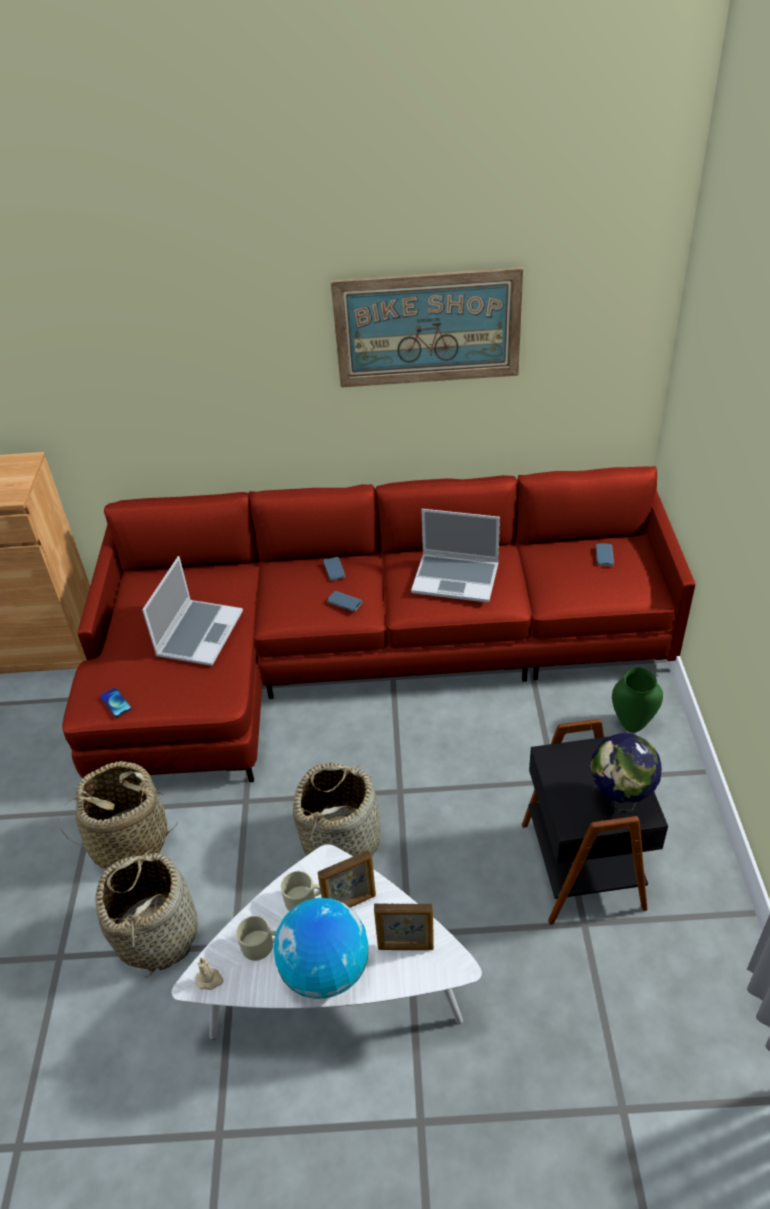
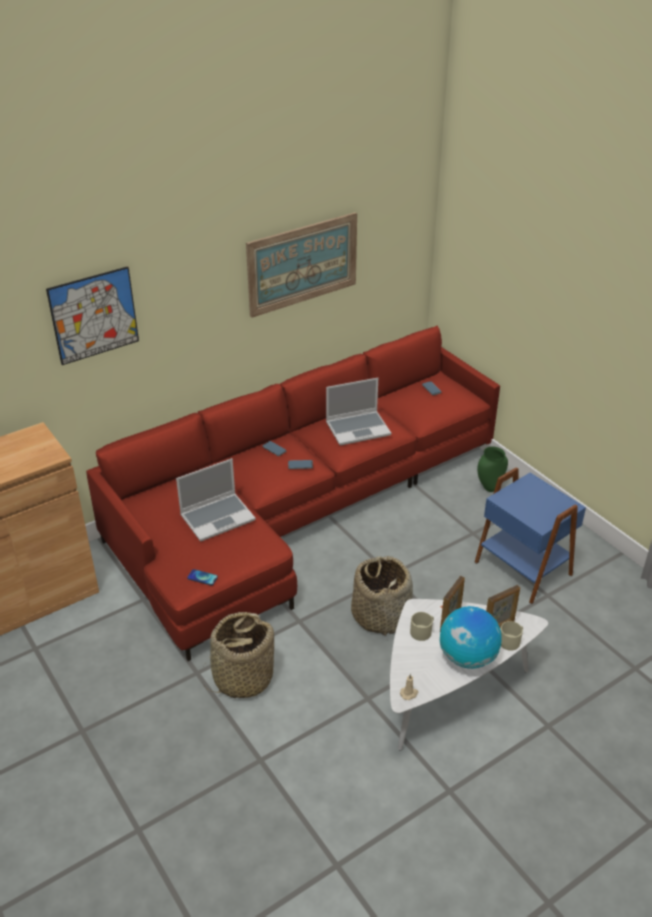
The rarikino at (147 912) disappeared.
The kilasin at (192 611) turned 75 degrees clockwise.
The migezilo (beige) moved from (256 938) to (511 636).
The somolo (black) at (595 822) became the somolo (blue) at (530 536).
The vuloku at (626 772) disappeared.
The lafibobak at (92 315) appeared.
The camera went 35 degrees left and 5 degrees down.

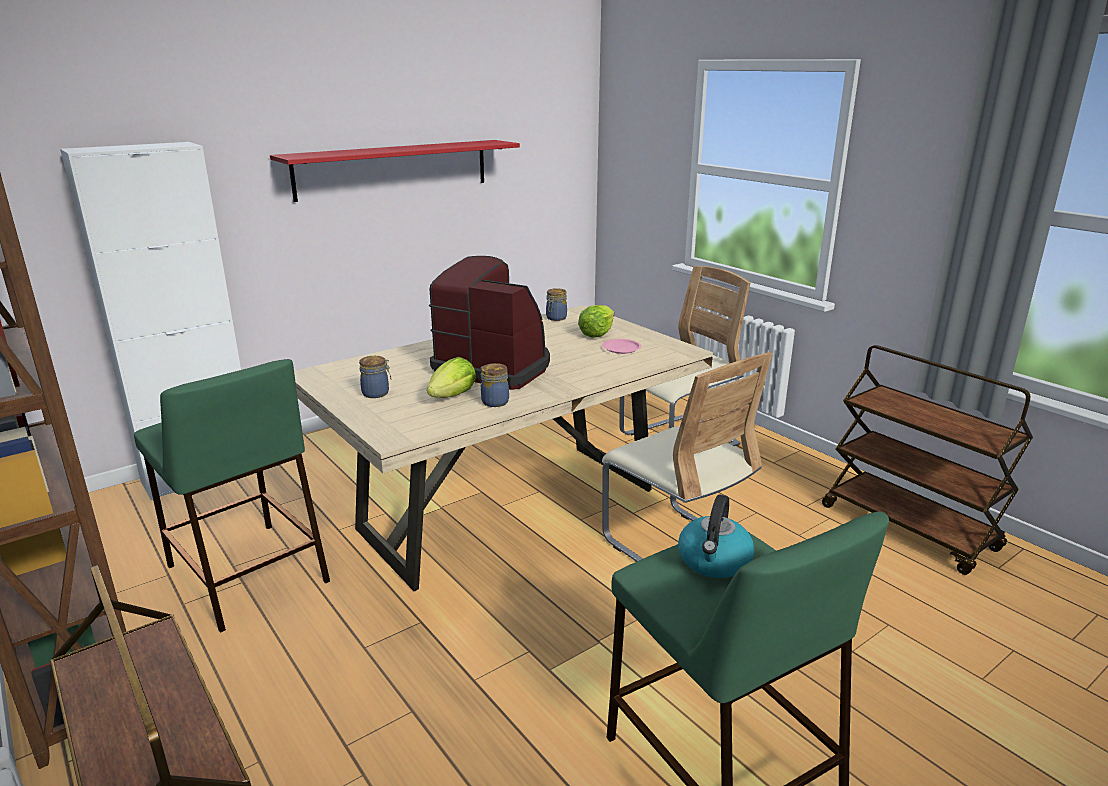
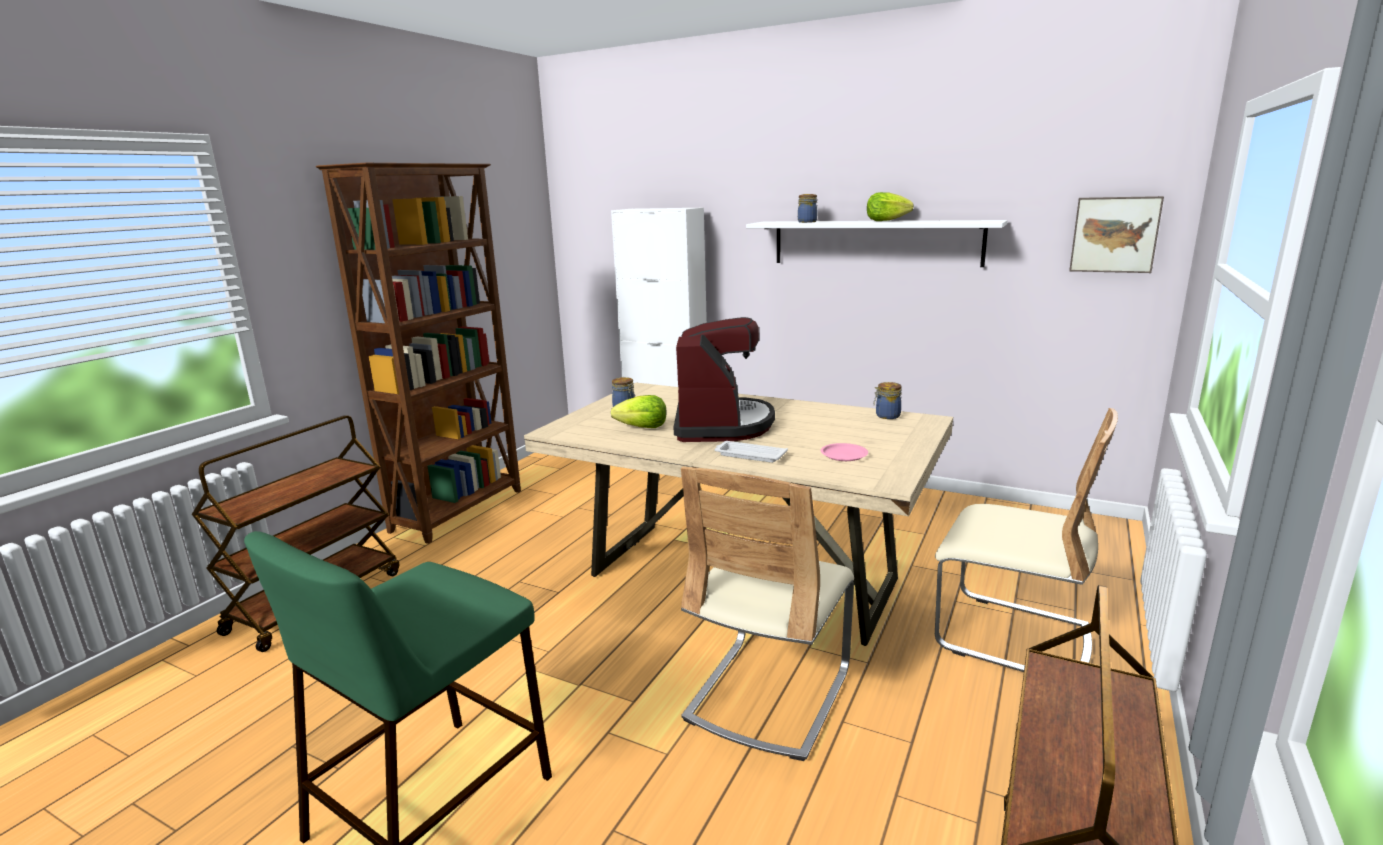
The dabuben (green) at (232 495) disappeared.
The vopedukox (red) at (395 171) became the vopedukox (white) at (877 243).
The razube moved from (494 385) to (807 208).
The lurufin moved from (596 321) to (890 206).
The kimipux at (716 536) disappeared.
The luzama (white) at (751 452) appeared.
The lafibobak at (1116 234) appeared.
The camera went 65 degrees right and 5 degrees down.

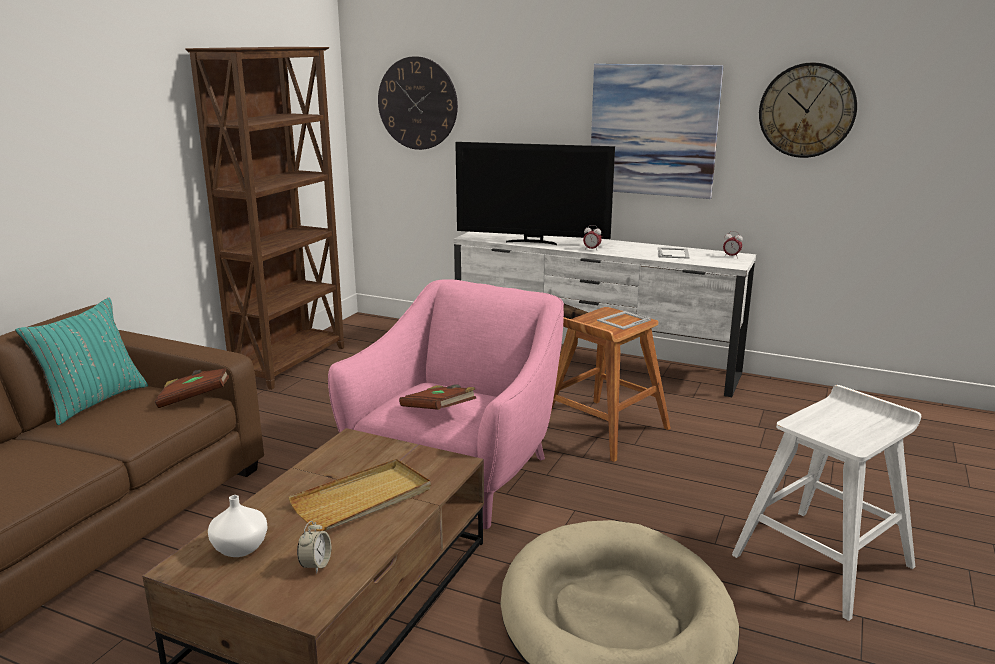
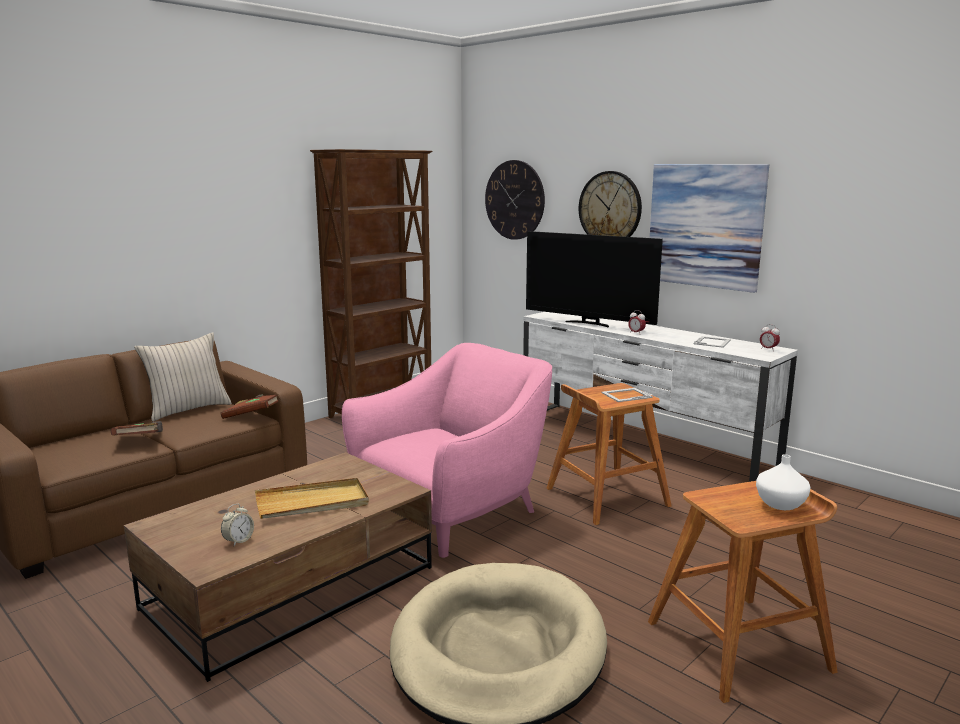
The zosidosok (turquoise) at (81 361) became the zosidosok (beige) at (183 377).
The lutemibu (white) moved from (238 526) to (783 482).
The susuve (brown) moved from (437 397) to (137 428).
The dabuben (white) at (826 503) became the dabuben (brown) at (743 592).
The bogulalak moved from (808 110) to (610 204).
The camera went 20 degrees right and 5 degrees down.

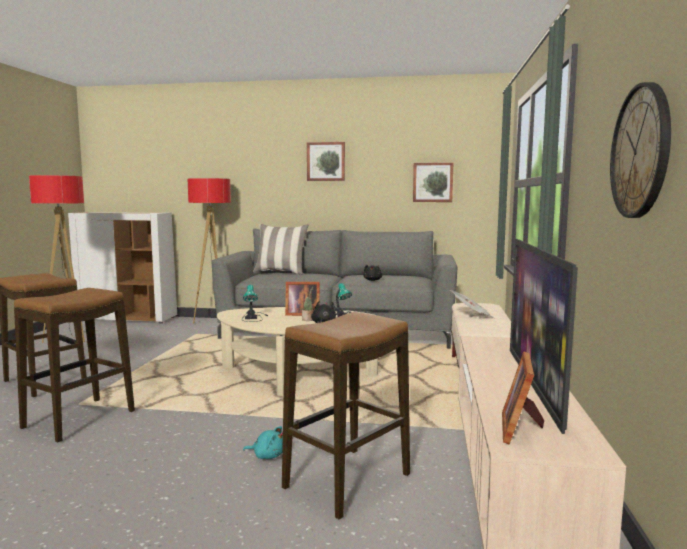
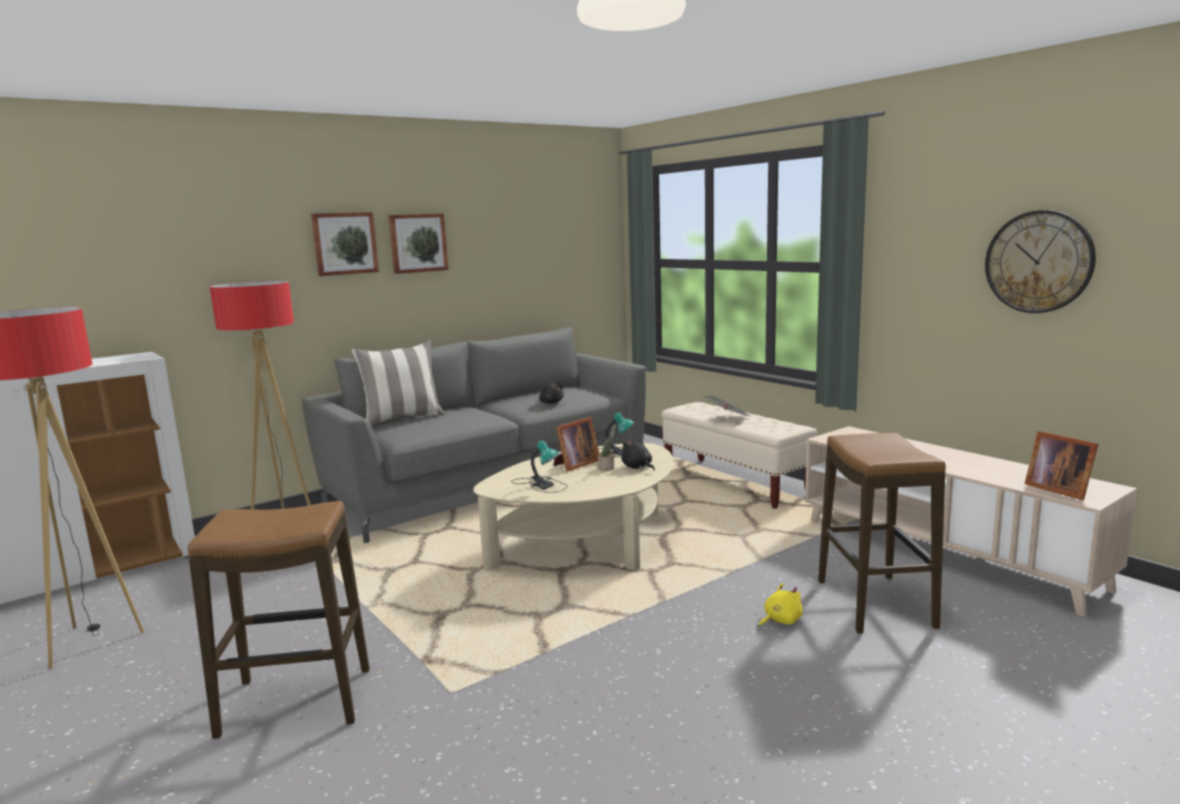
The dabuben at (74 365) disappeared.
The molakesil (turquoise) at (263 442) became the molakesil (yellow) at (780 605).
The lafibobak moved from (433 182) to (345 244).
The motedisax at (544 336) disappeared.
The camera went 45 degrees left and 5 degrees up.

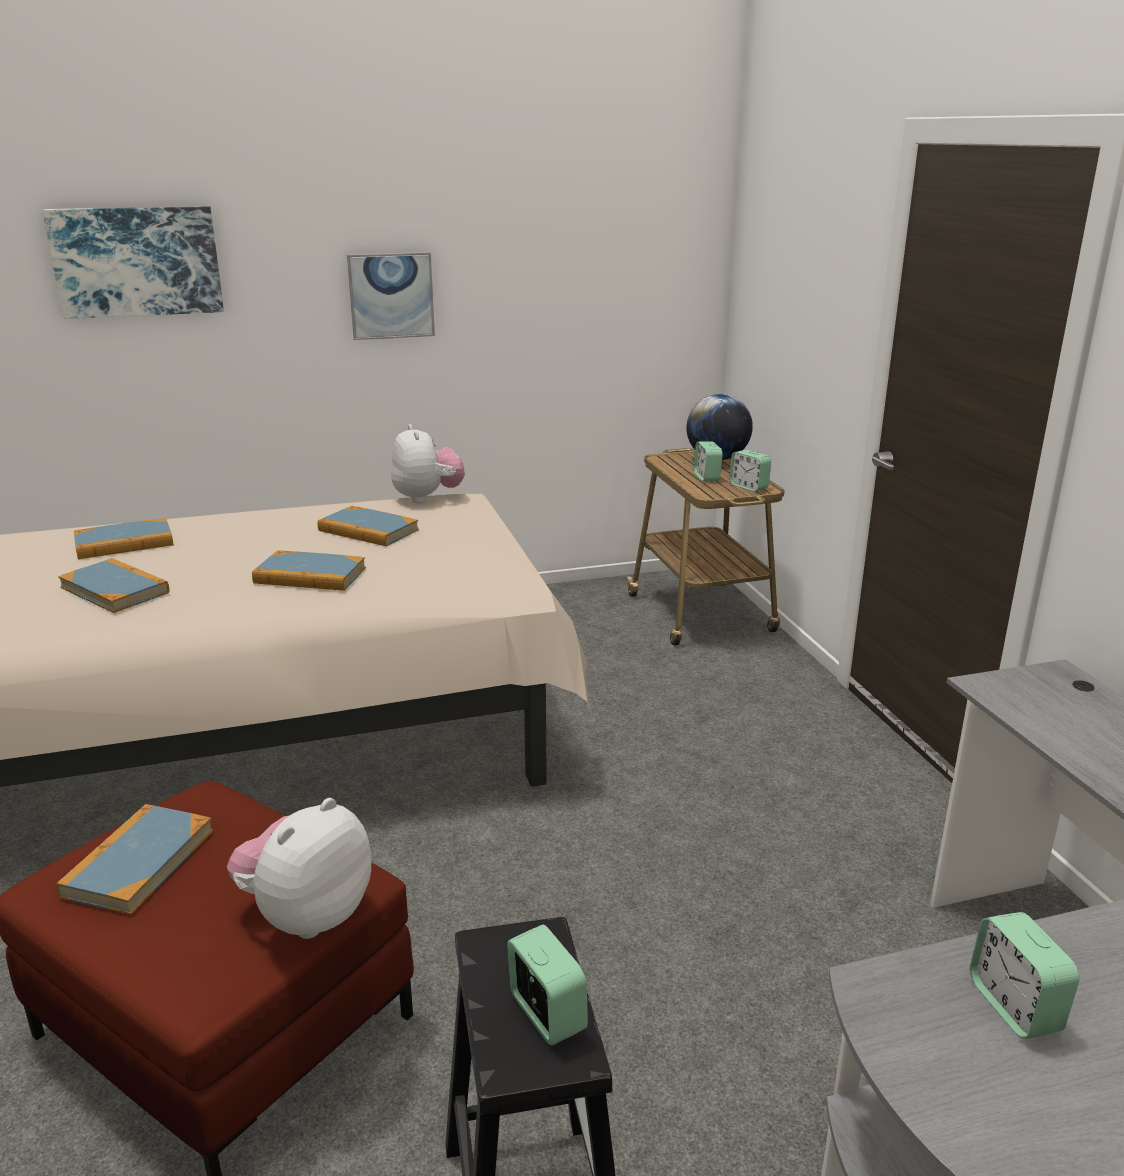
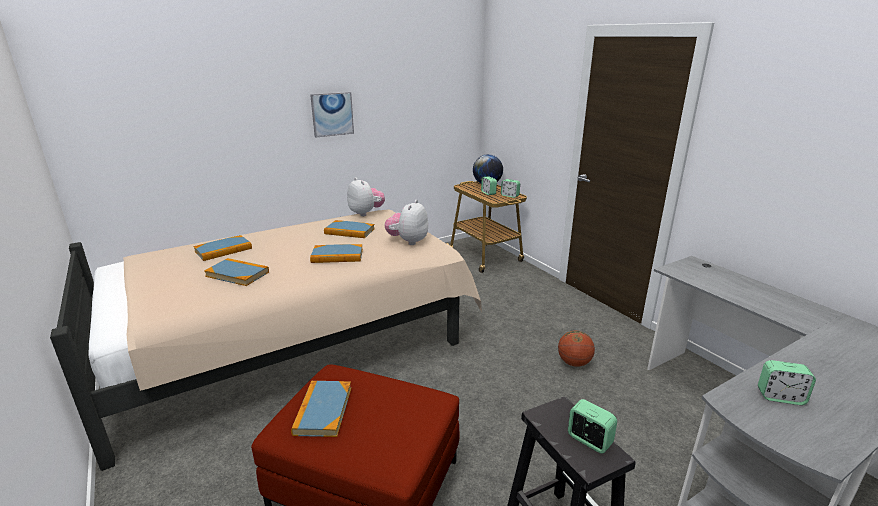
The lafibobak at (133 262) disappeared.
The molakesil moved from (299 868) to (406 222).
The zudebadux at (1025 975) turned 45 degrees counterclockwise.
The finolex at (576 349) appeared.
The camera went 15 degrees left and 0 degrees up.

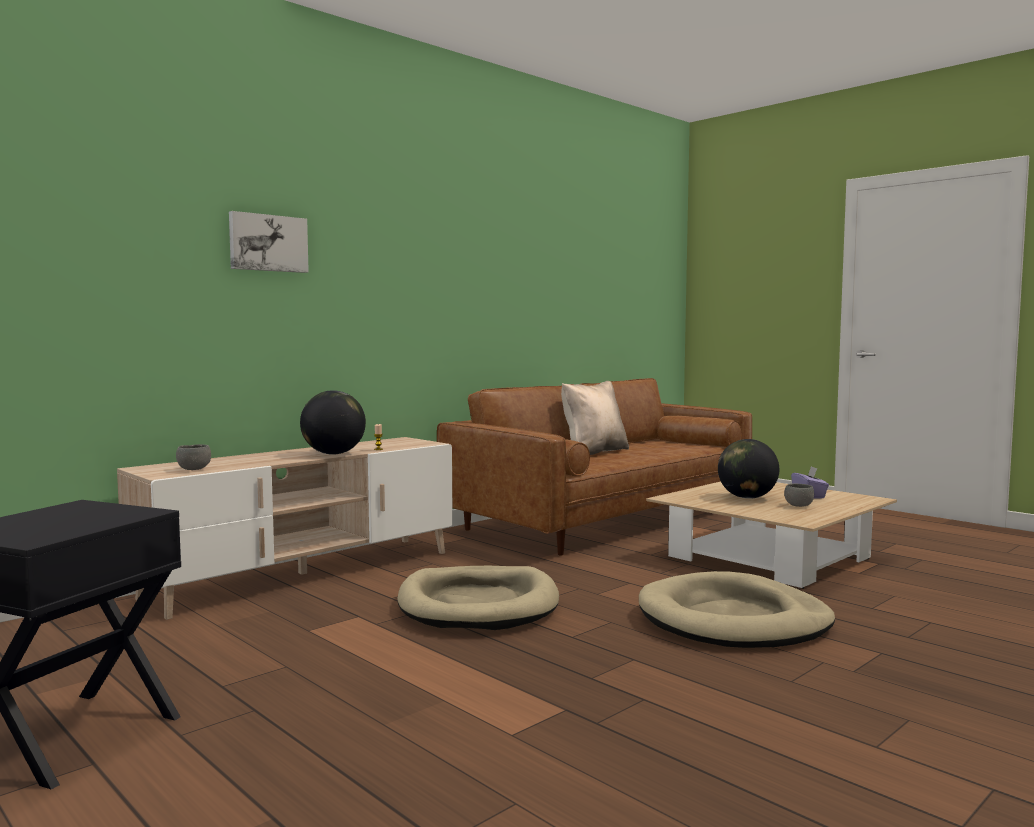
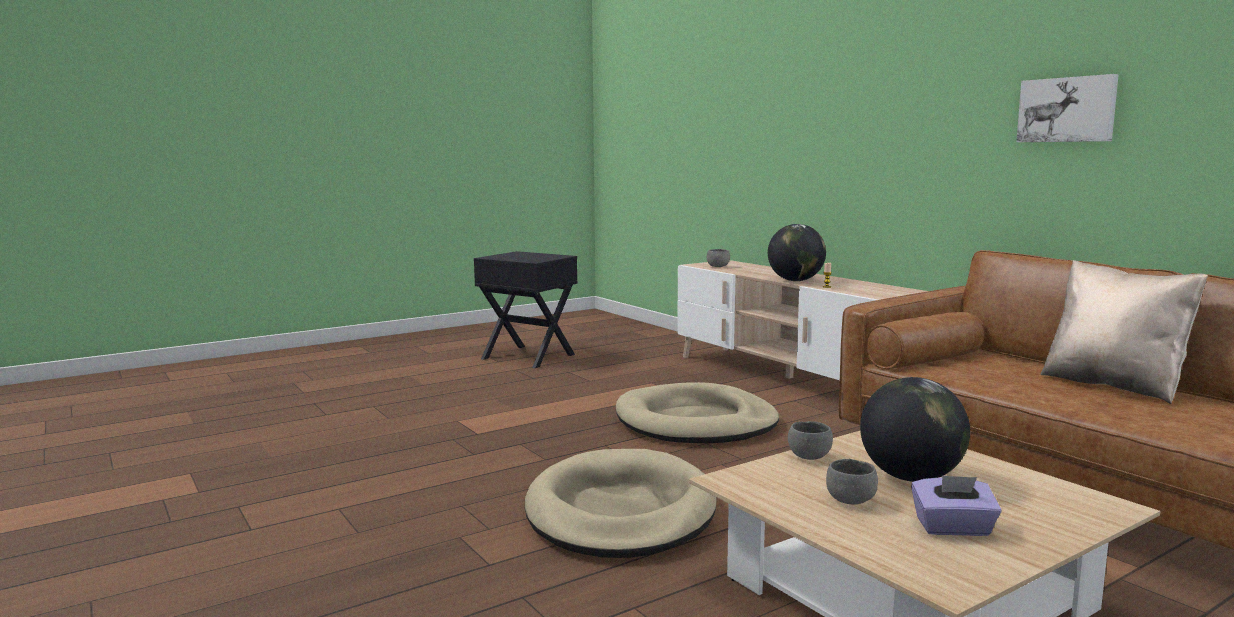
The lafibobak moved from (269 242) to (1067 108).
The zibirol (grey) at (810 440) appeared.
The camera went 100 degrees right and 5 degrees up.

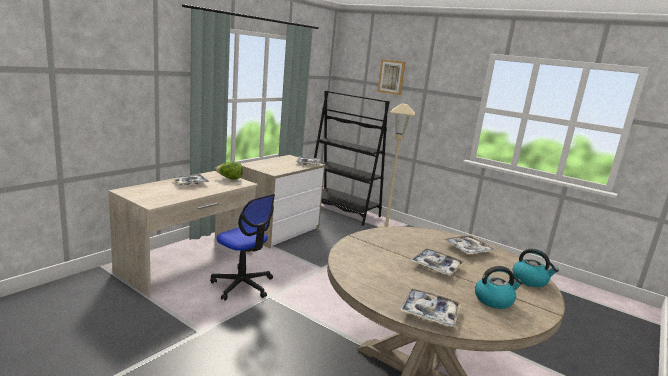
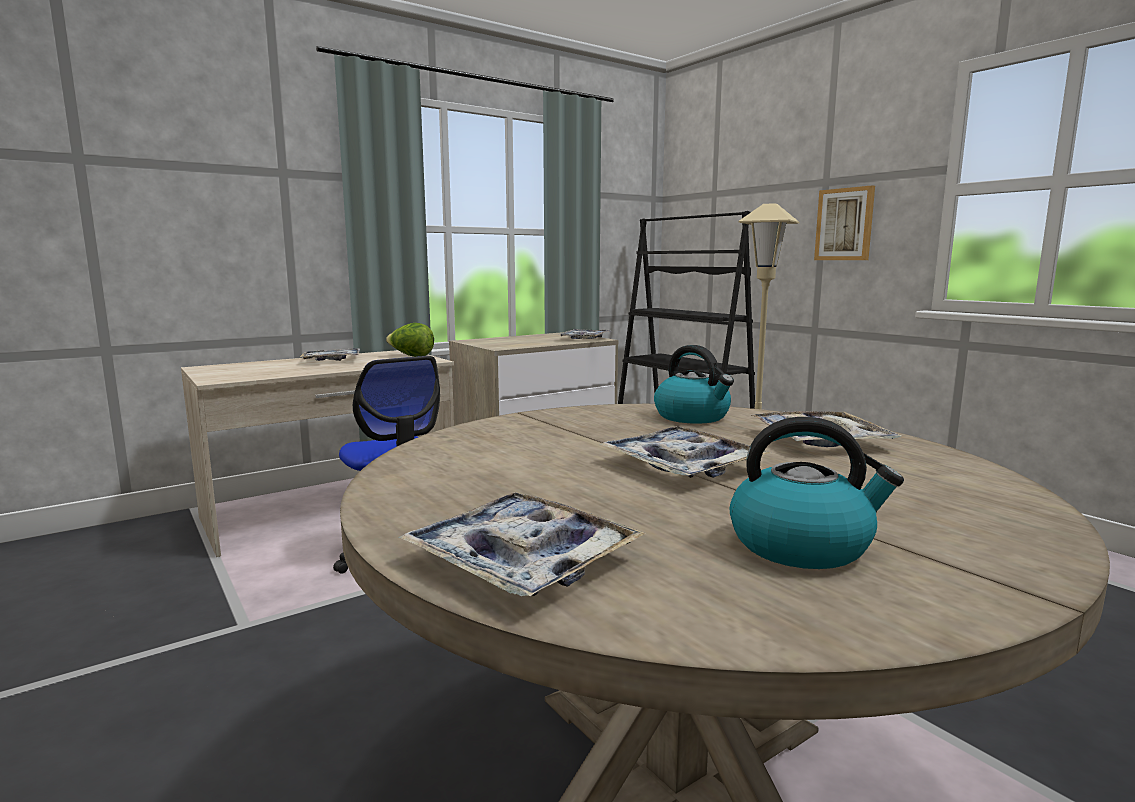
The lafibobak moved from (391 77) to (844 222).
The kimipux moved from (536 268) to (694 384).
The camera went 20 degrees right and 5 degrees down.

